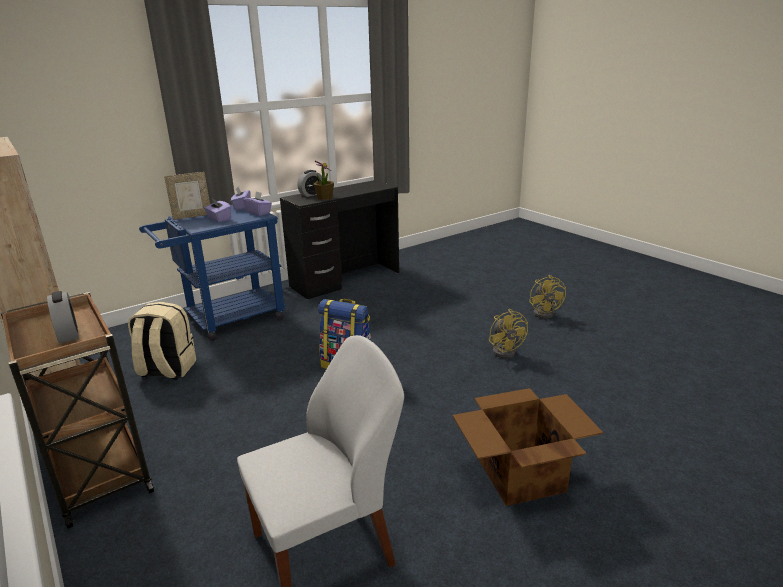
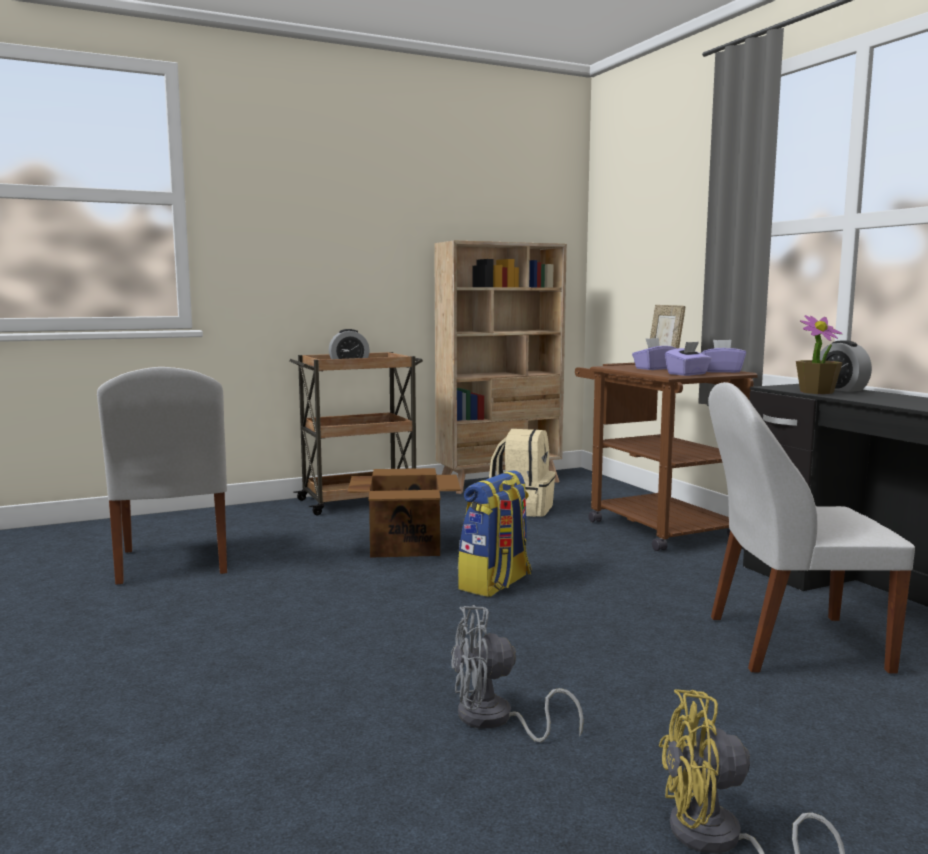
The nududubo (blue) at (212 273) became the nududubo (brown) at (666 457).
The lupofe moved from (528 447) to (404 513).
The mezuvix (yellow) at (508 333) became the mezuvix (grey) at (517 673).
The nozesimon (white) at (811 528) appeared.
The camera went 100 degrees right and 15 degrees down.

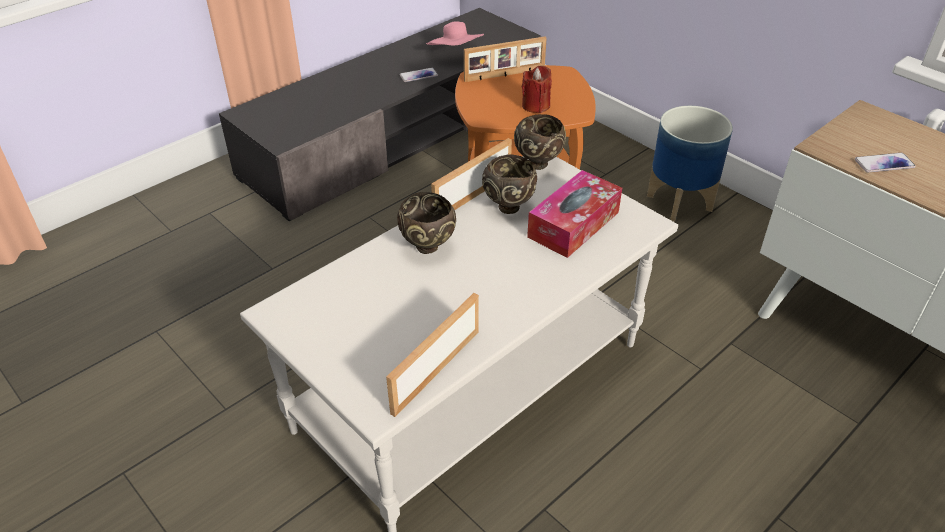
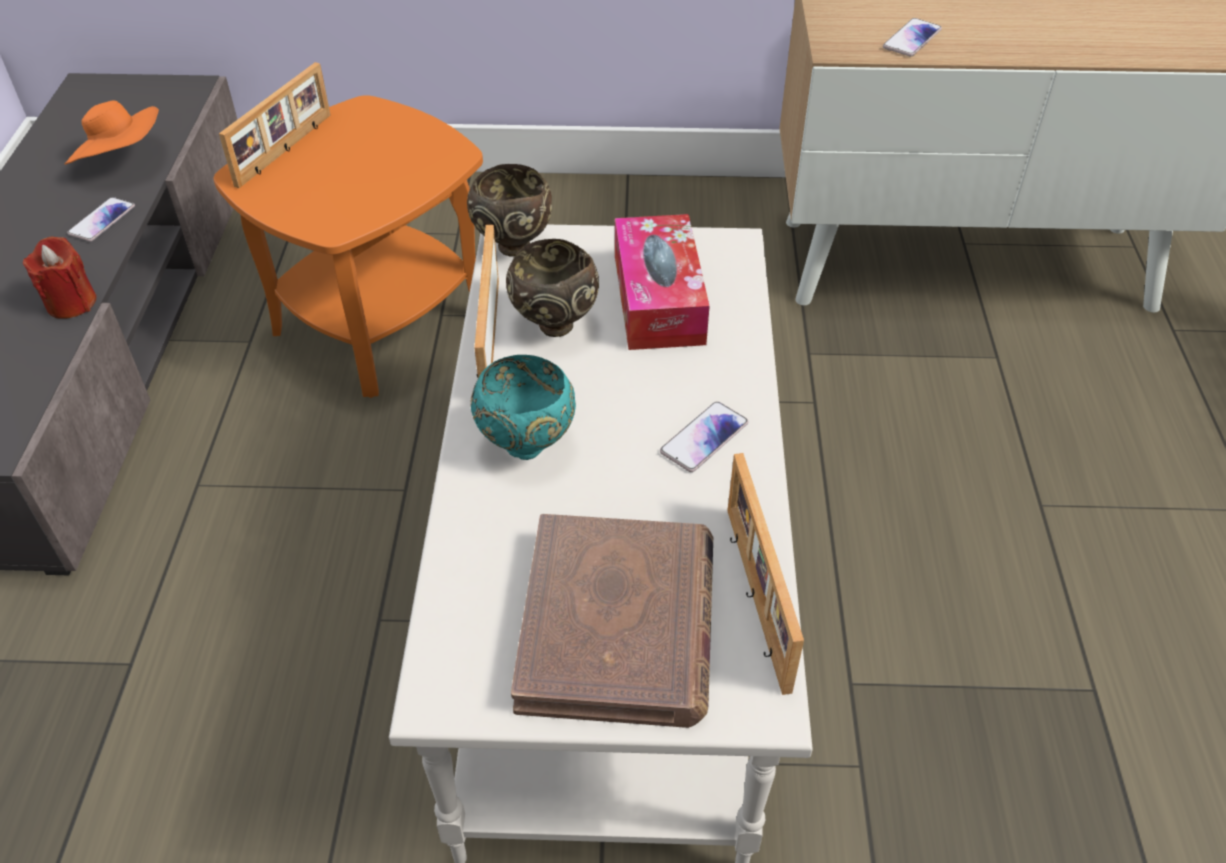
The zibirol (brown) at (426 223) became the zibirol (turquoise) at (523 407).
The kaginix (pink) at (455 33) became the kaginix (orange) at (112 132).
The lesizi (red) moved from (537 89) to (60 277).
The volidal at (690 164) disappeared.
The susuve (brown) at (612 621) appeared.
The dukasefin at (704 436) appeared.
The camera went 45 degrees left and 5 degrees up.

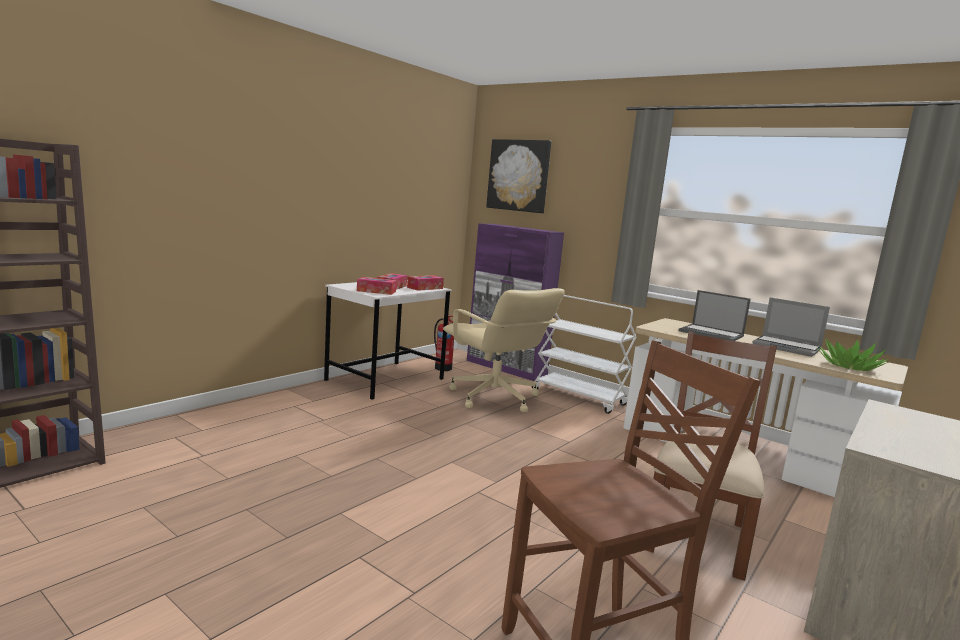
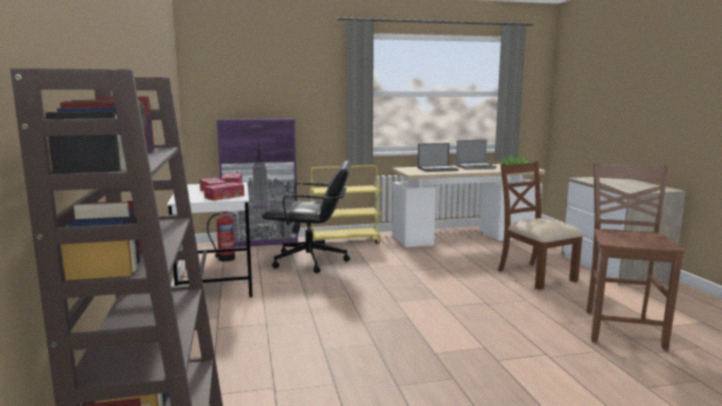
The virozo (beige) at (504 350) became the virozo (black) at (306 216).
The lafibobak at (518 176) disappeared.
The nududubo (white) at (584 354) became the nududubo (yellow) at (345 204).
The camera went 50 degrees left and 0 degrees up.

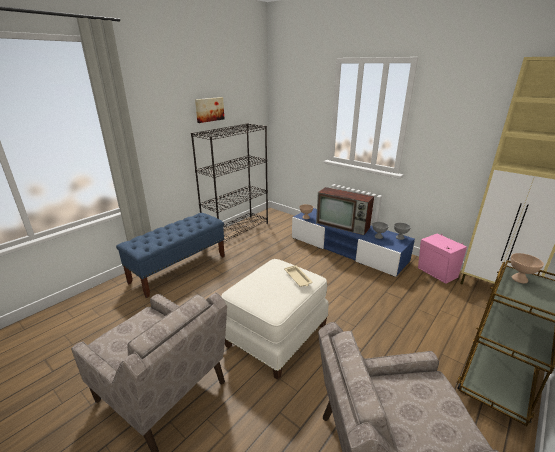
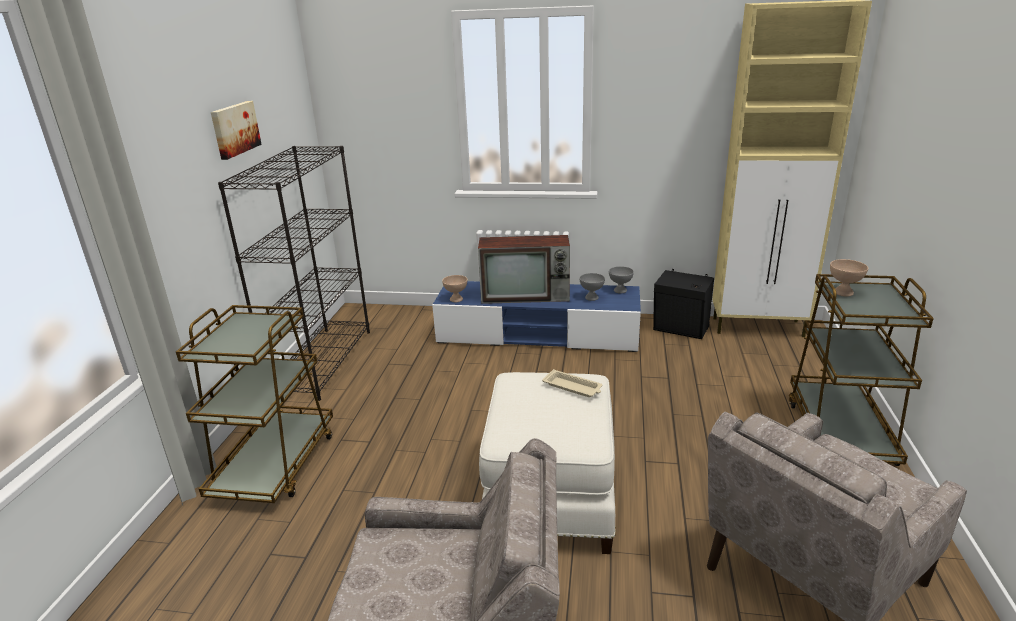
The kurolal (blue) at (170 255) was replaced by the nududubo (brown) at (254 404).
The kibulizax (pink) at (442 258) became the kibulizax (black) at (683 304).
The camera went 30 degrees left and 0 degrees up.

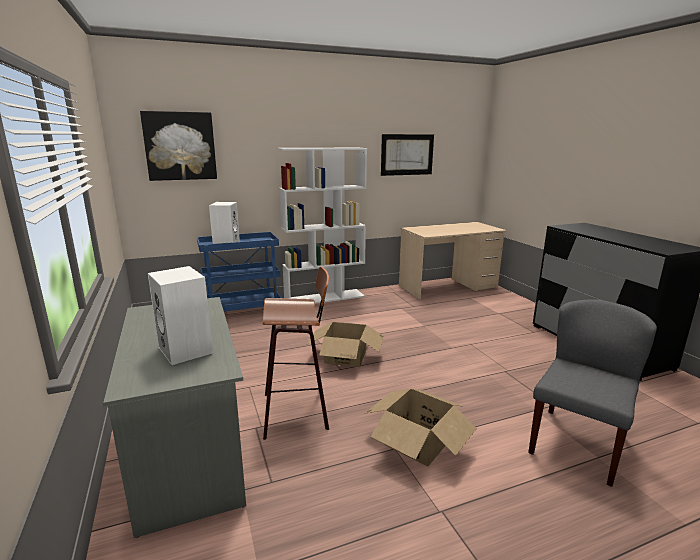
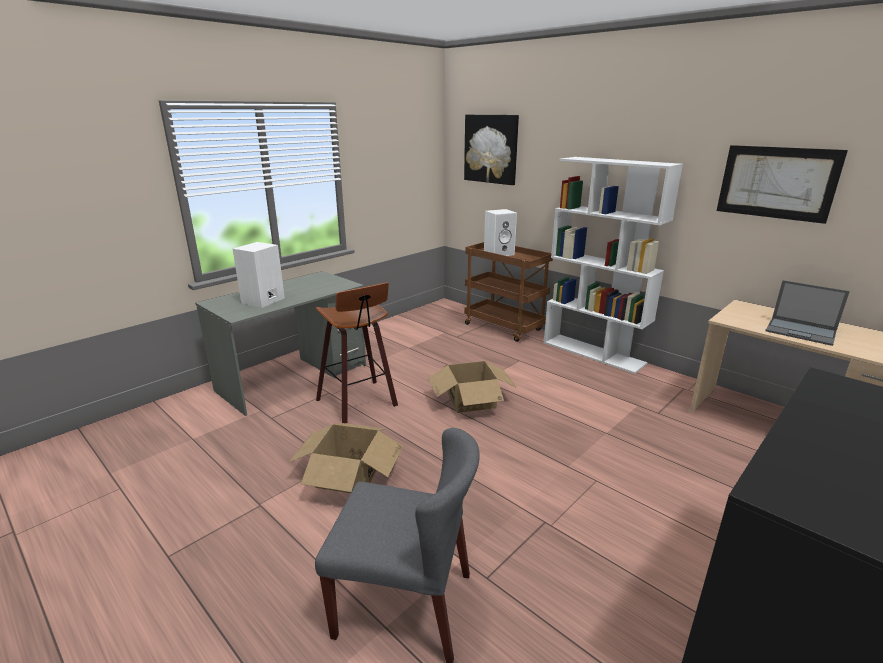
The nududubo (blue) at (239 272) became the nududubo (brown) at (508 292).
The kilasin at (807 313) appeared.
The camera went 65 degrees right and 5 degrees up.

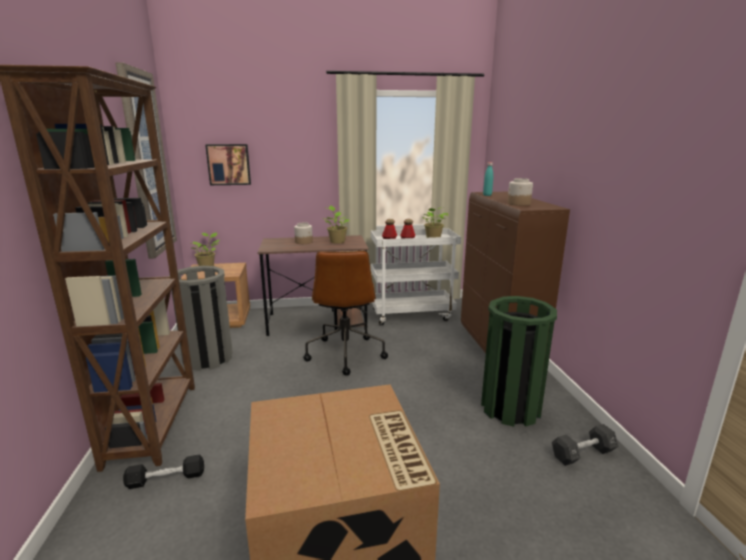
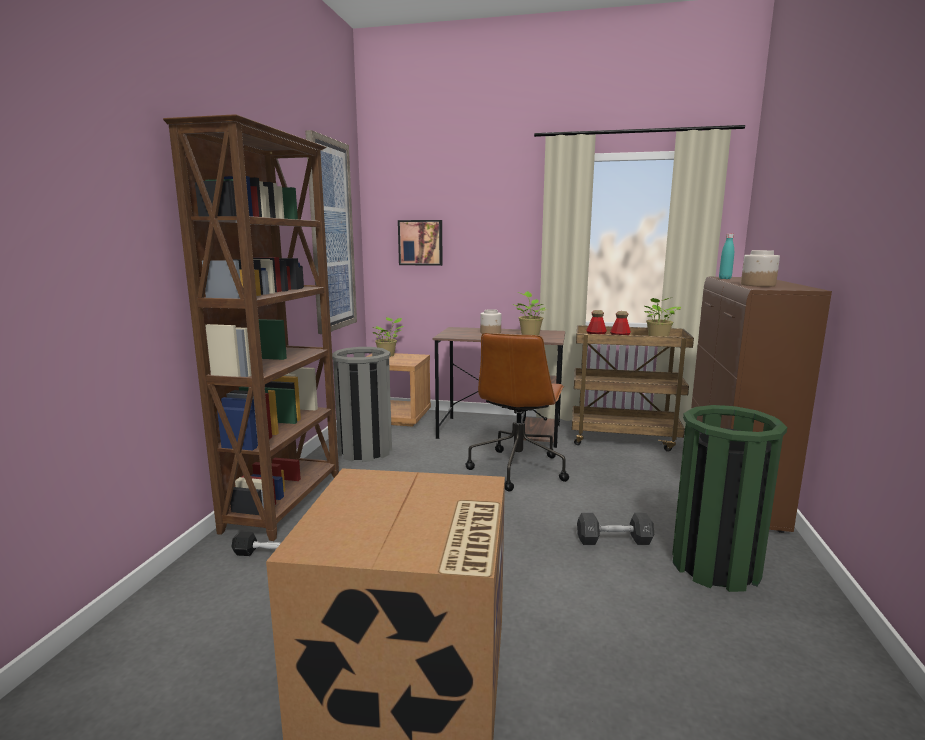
The nududubo (white) at (416 276) became the nududubo (brown) at (633 388).
The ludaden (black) moved from (585 445) to (615 529).
The camera went 20 degrees right and 5 degrees down.

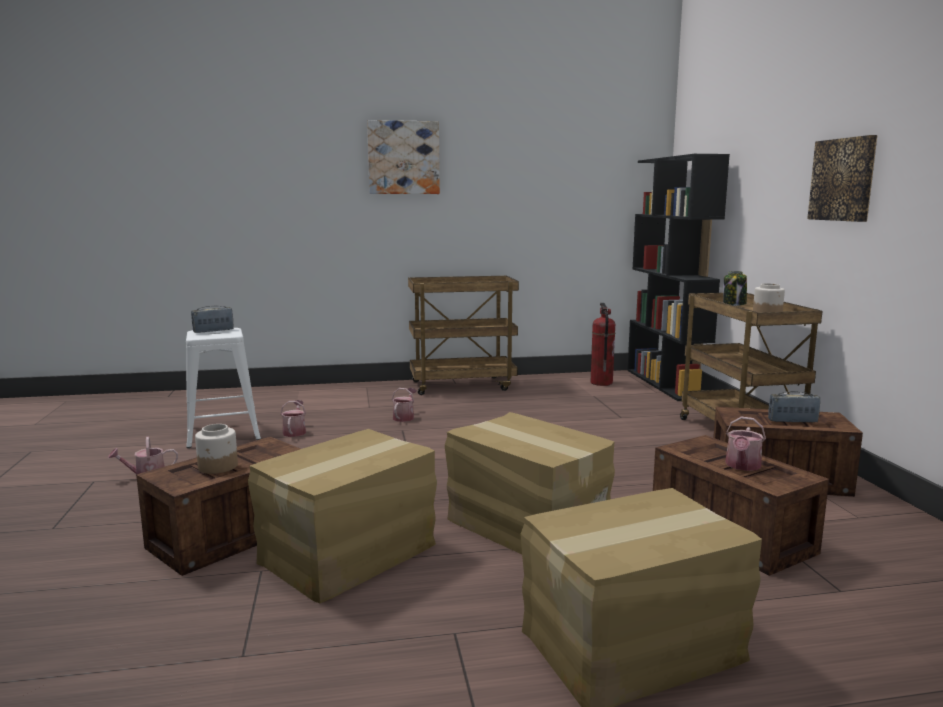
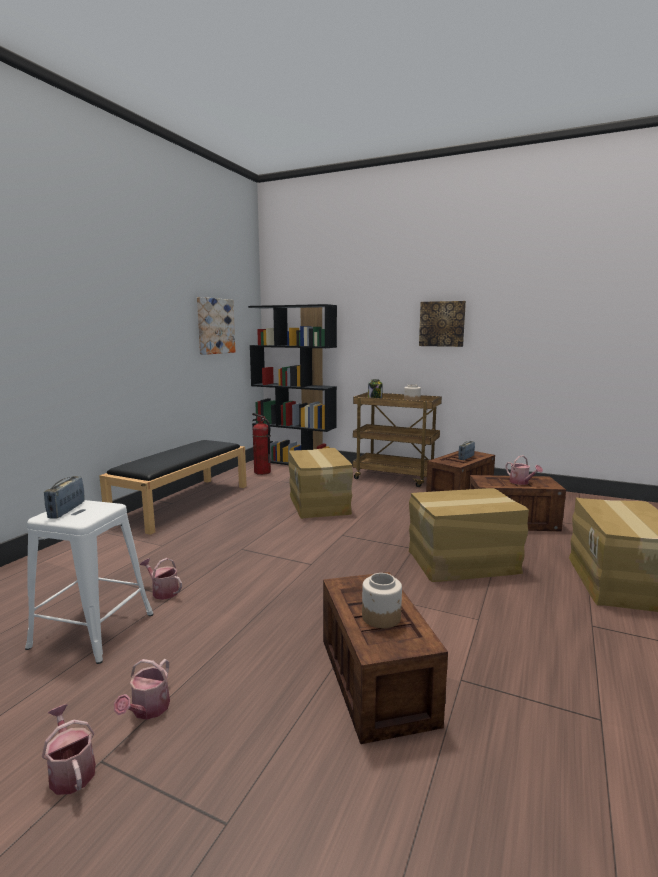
The lupofe moved from (342 516) to (321 483).
The lafibobak moved from (403 157) to (216 326).
The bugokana moved from (404 405) to (69 749).
The nududubo (brown) at (463 335) was replaced by the kurolal (black) at (173 487).
The camera went 55 degrees left and 0 degrees up.

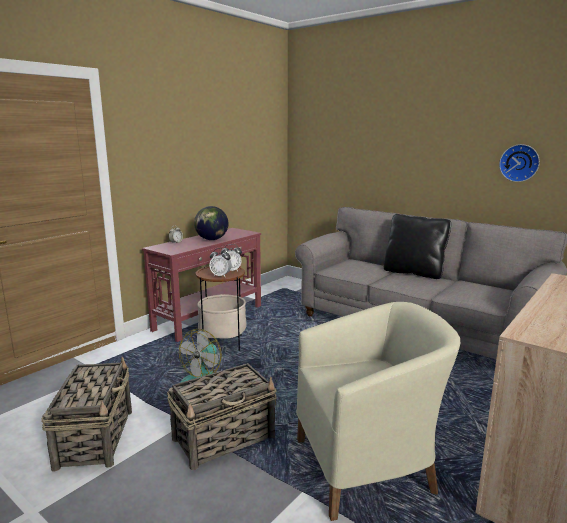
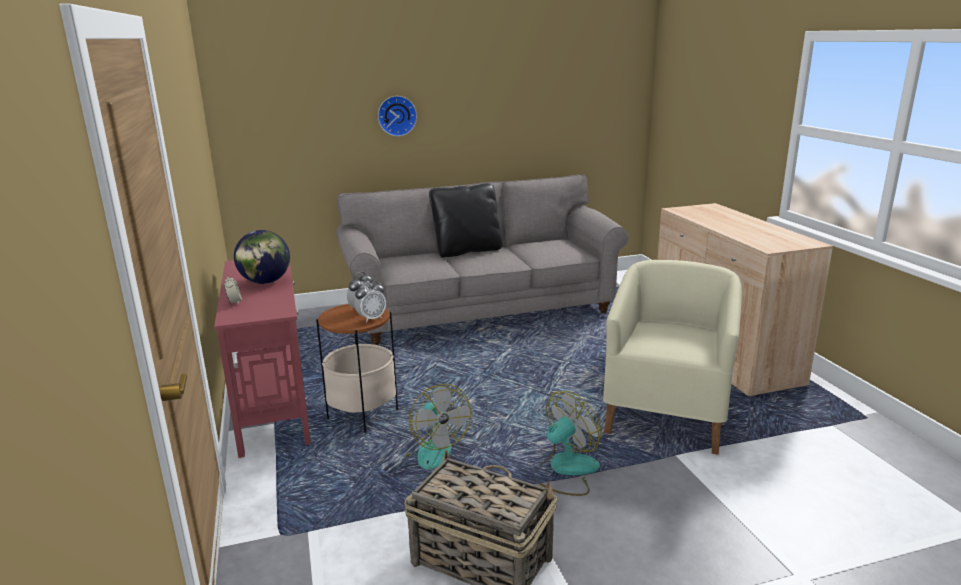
The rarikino at (222 416) was replaced by the mezuvix at (567 443).
The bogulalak moved from (519 163) to (397 116).
The camera went 55 degrees left and 5 degrees up.

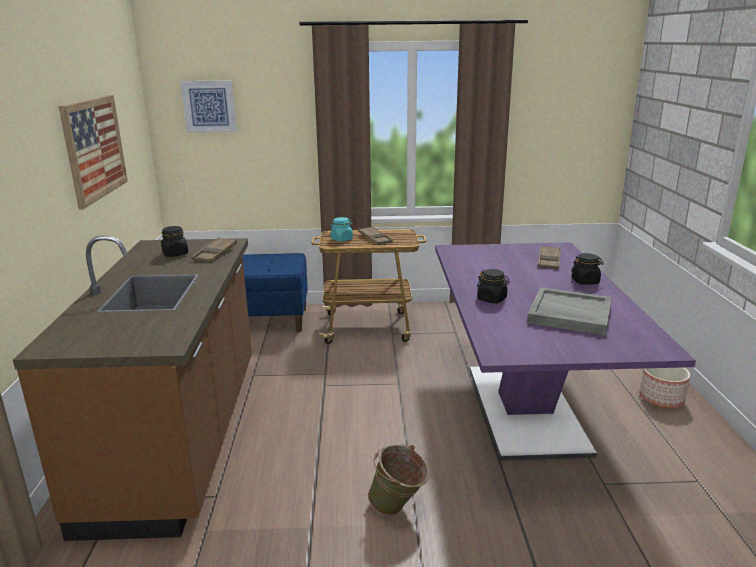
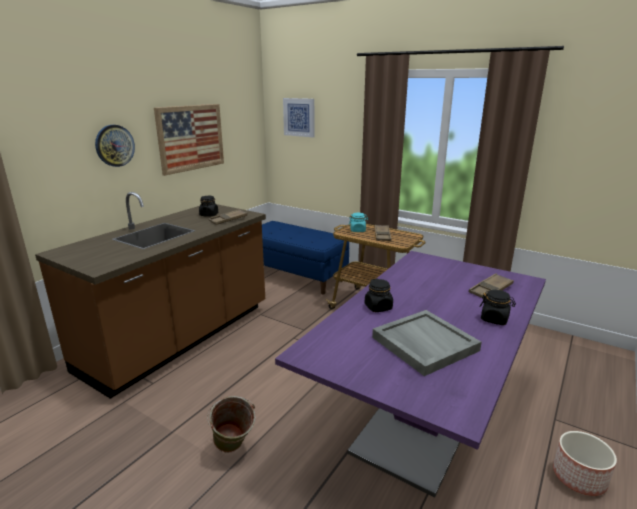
The bogulalak at (115 146) appeared.
The camera went 35 degrees right and 0 degrees up.

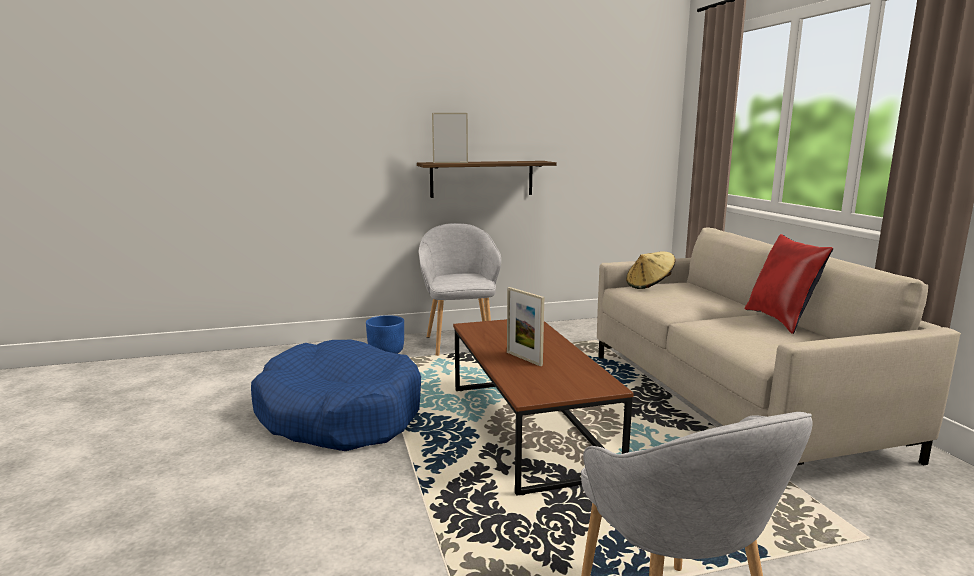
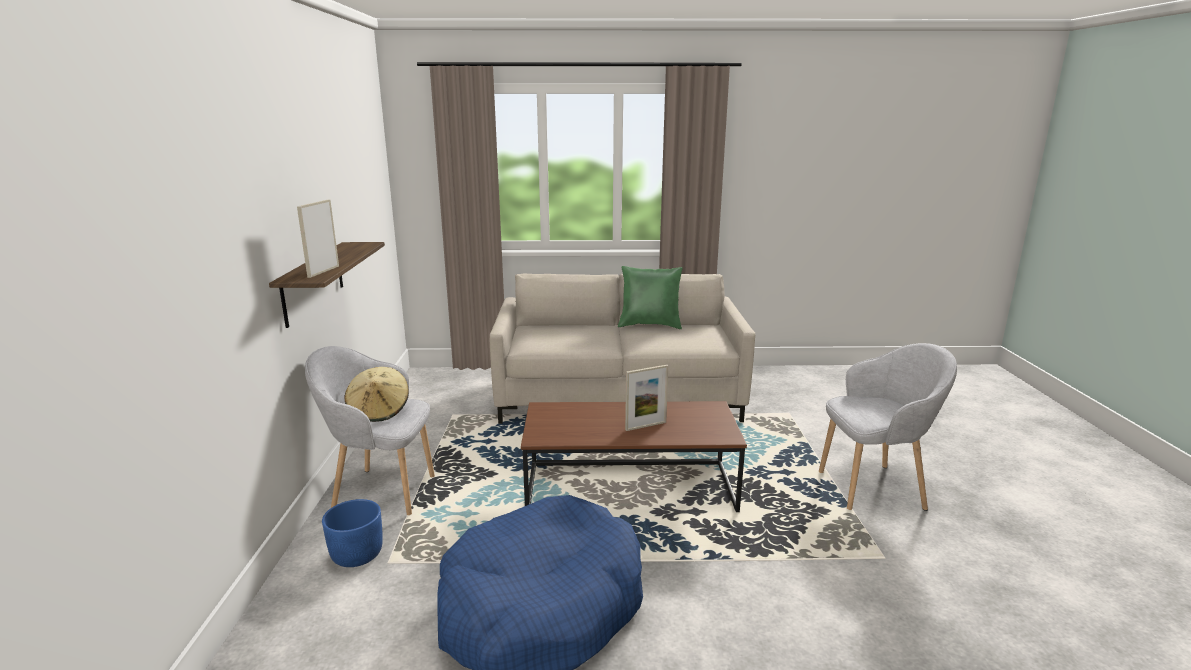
The kaginix (beige) moved from (650 270) to (376 394).
The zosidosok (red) at (789 284) became the zosidosok (green) at (650 297).
The camera went 75 degrees left and 5 degrees up.

